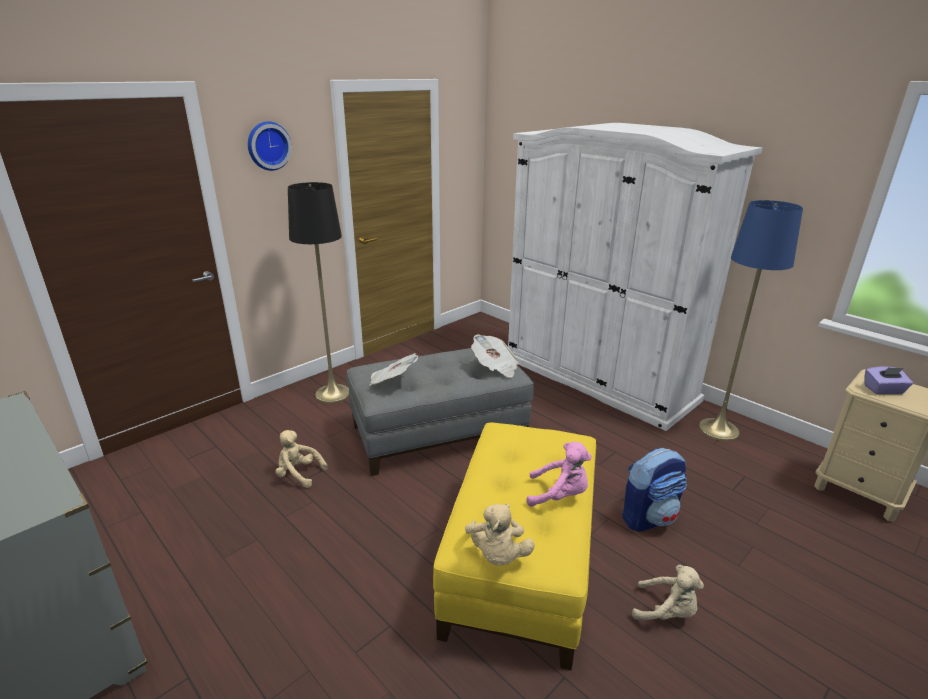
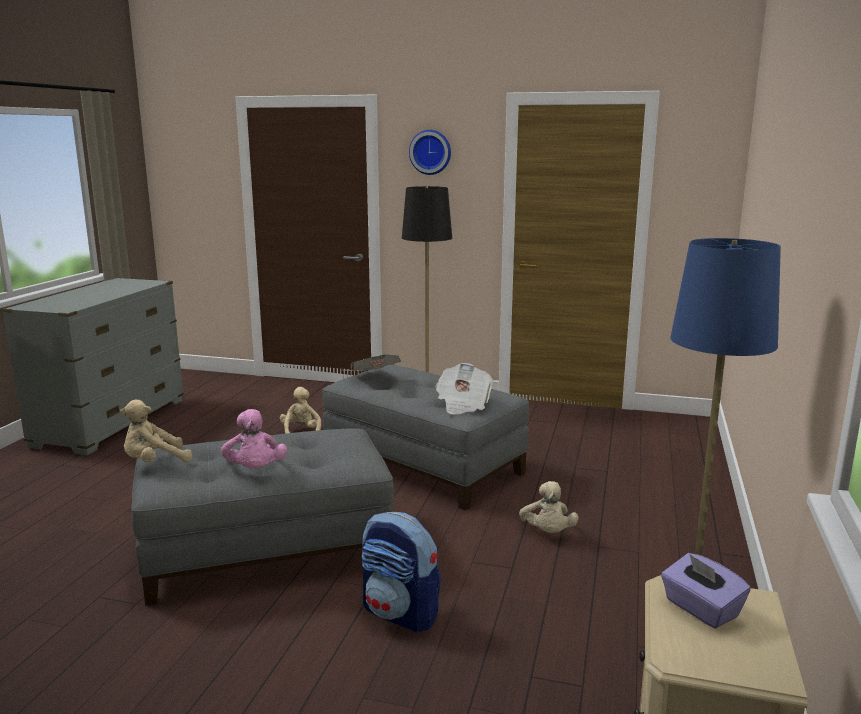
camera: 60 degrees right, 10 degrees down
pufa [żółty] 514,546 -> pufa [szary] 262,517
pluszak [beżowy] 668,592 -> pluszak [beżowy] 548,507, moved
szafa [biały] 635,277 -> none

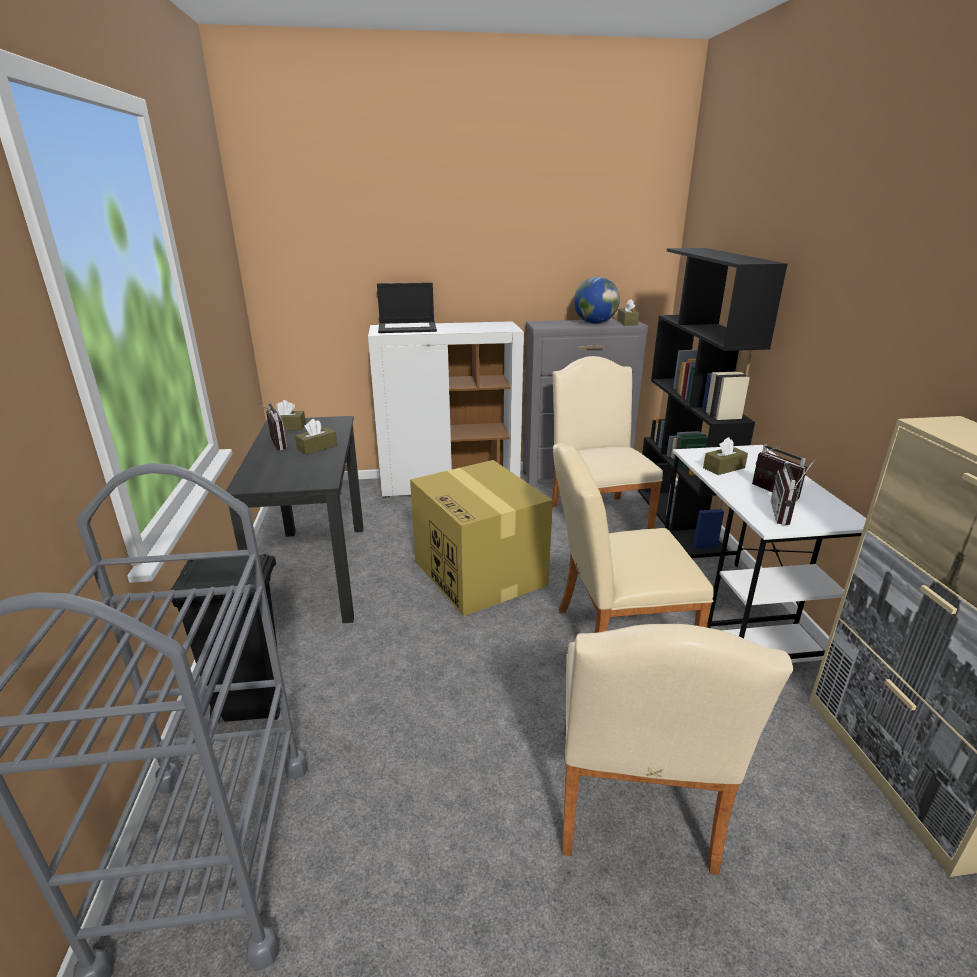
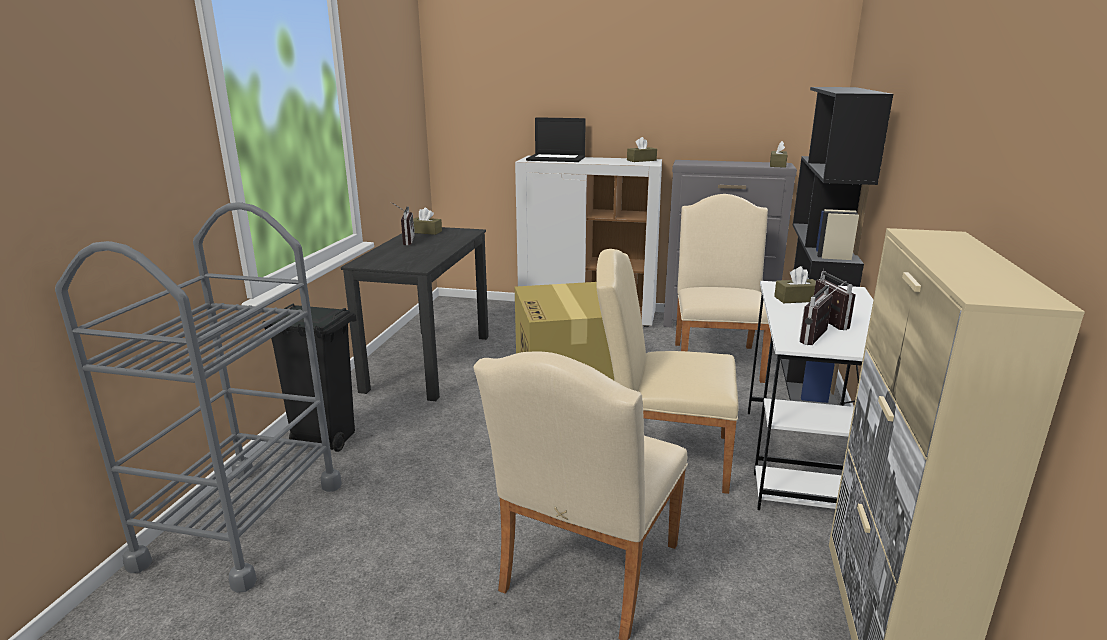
camera: 20 degrees right, 5 degrees down
pudełko chusteczek [brązowy] 316,437 -> pudełko chusteczek [brązowy] 642,149, moved
globus 597,300 -> none

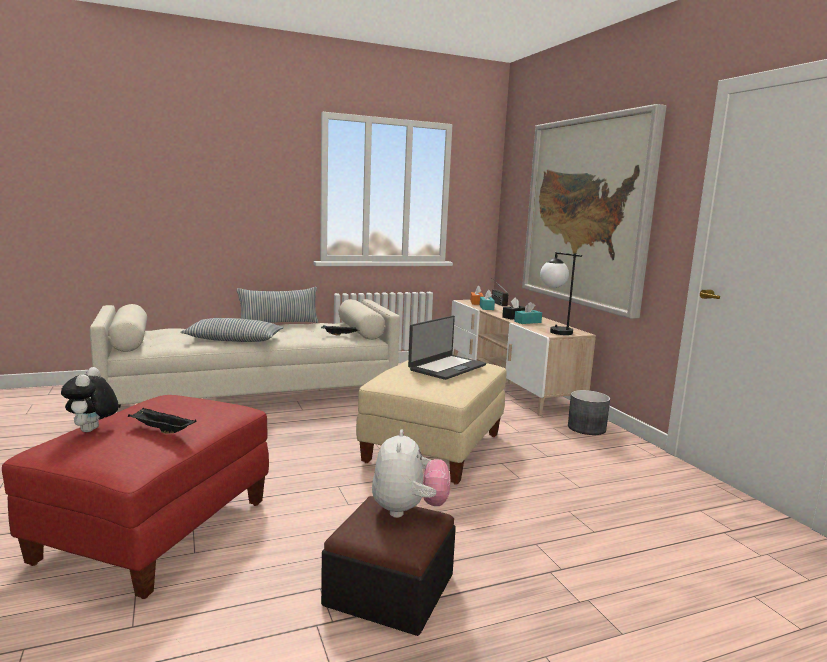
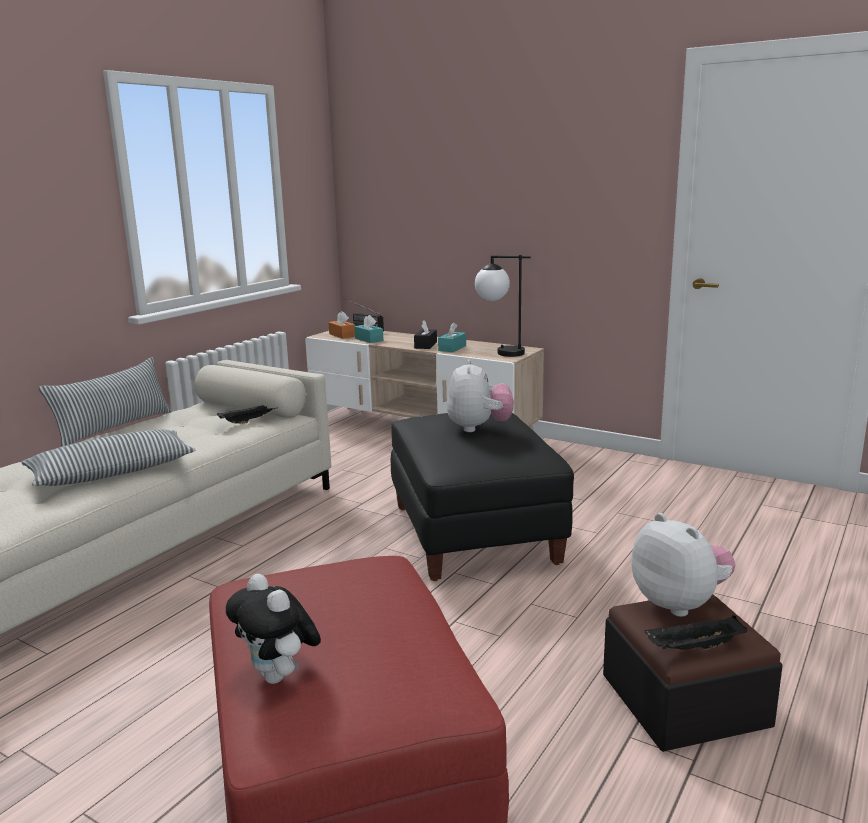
camera: 35 degrees left, 5 degrees up
pufa [beżowy] 431,422 -> pufa [czarny] 482,497
laptop 447,347 -> pluszak 480,395
taca [czarny] 162,420 -> taca [czarny] 696,633, moved
obraz 594,211 -> none
donica [szary] 589,412 -> none

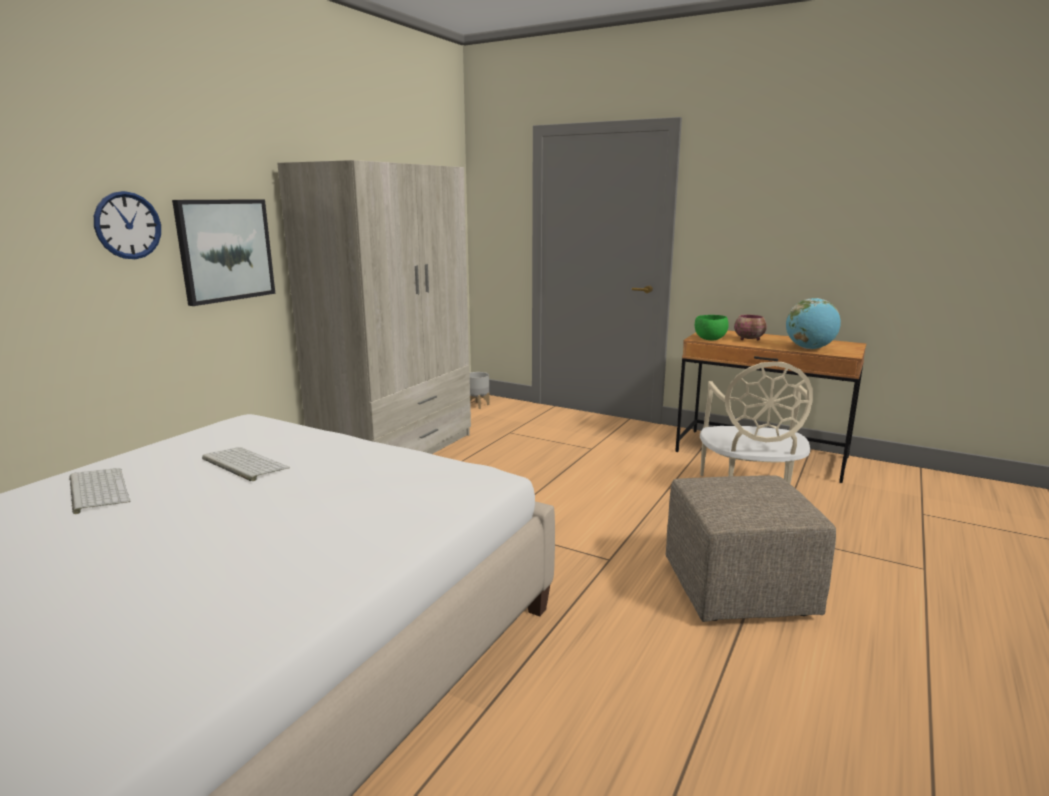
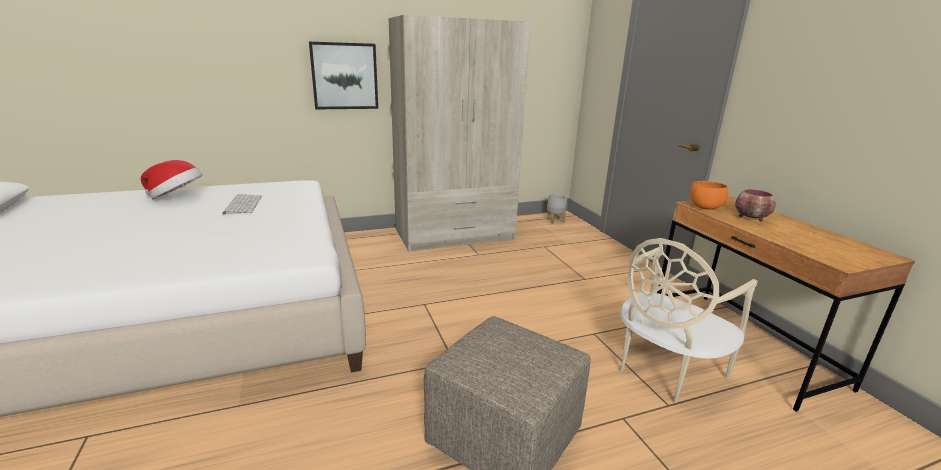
camera: 40 degrees right, 5 degrees up
klawiatura 99,491 -> kapelusz 172,179
miska [zielony] 712,328 -> miska [pomarańczowy] 709,195
zegar ścienny 127,225 -> none
globus 813,323 -> none

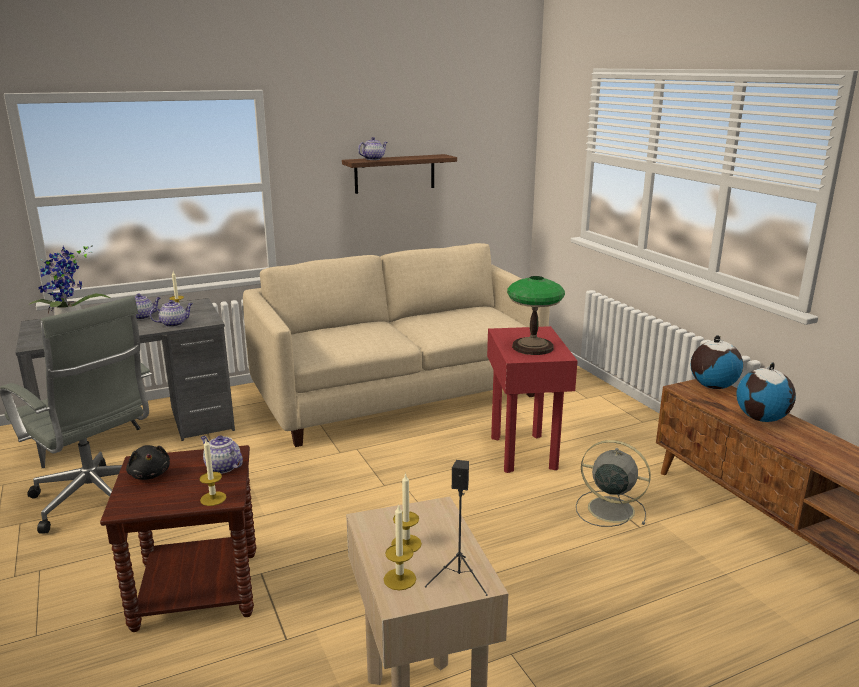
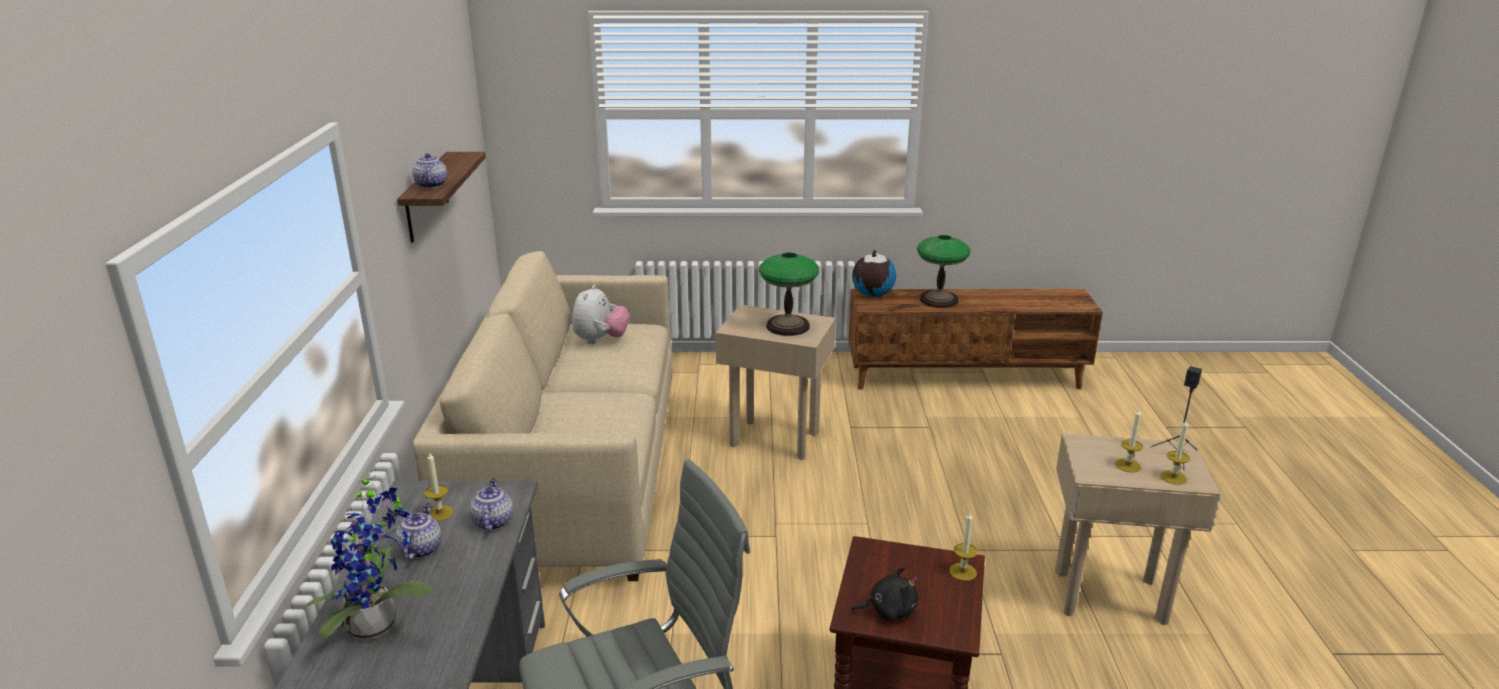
camera: 65 degrees left, 5 degrees up
none -> pluszak 600,314
stolik [czerwony] 532,399 -> stolik [beżowy] 776,382
globus 766,392 -> lampa stołowa 943,271
imbryk 221,455 -> none
wentylator [szary] 613,483 -> none

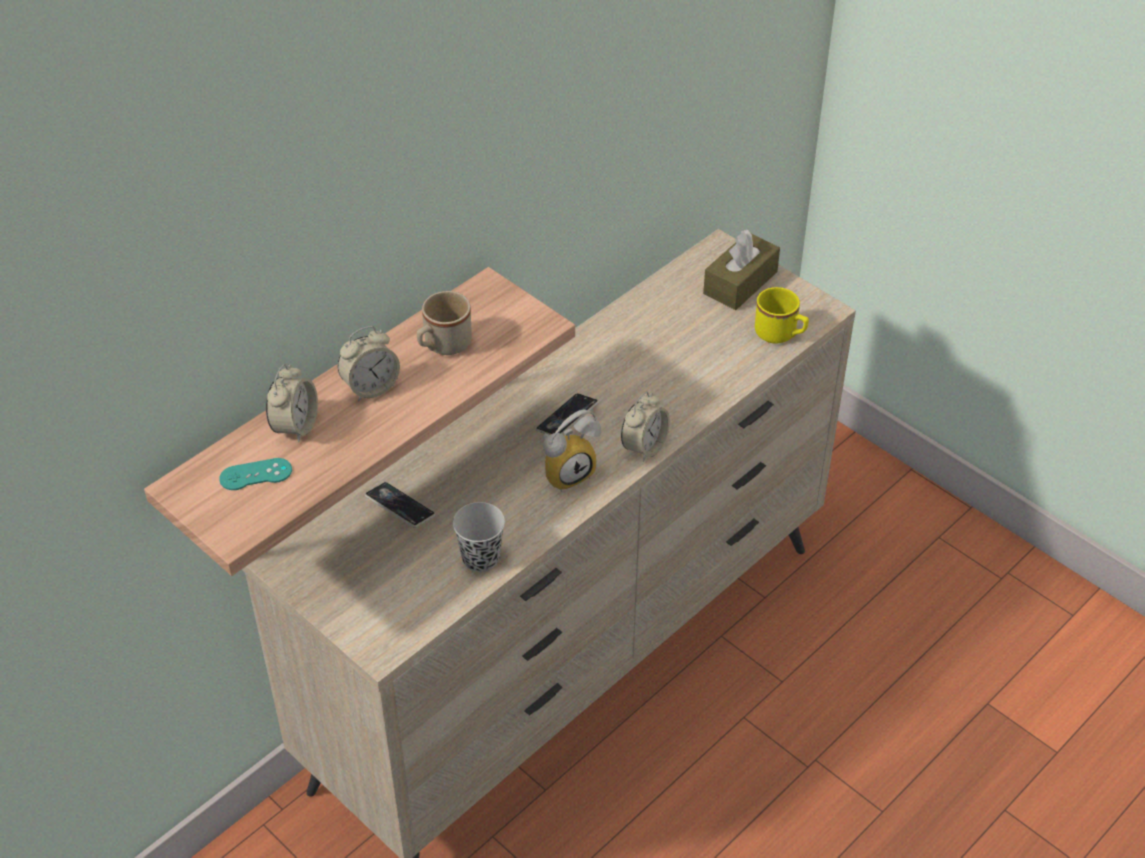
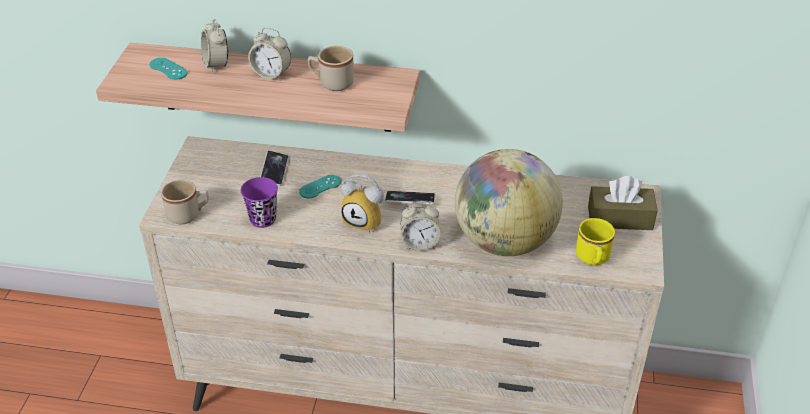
camera: 55 degrees right, 5 degrees down
none -> kubek [beżowy] 185,201
budzik 292,403 -> budzik 214,45, 90 degrees clockwise
filiżanka [czarny] 479,537 -> filiżanka [fioletowy] 259,202
none -> pad do gier [turkusowy] 320,186
none -> globus 509,202

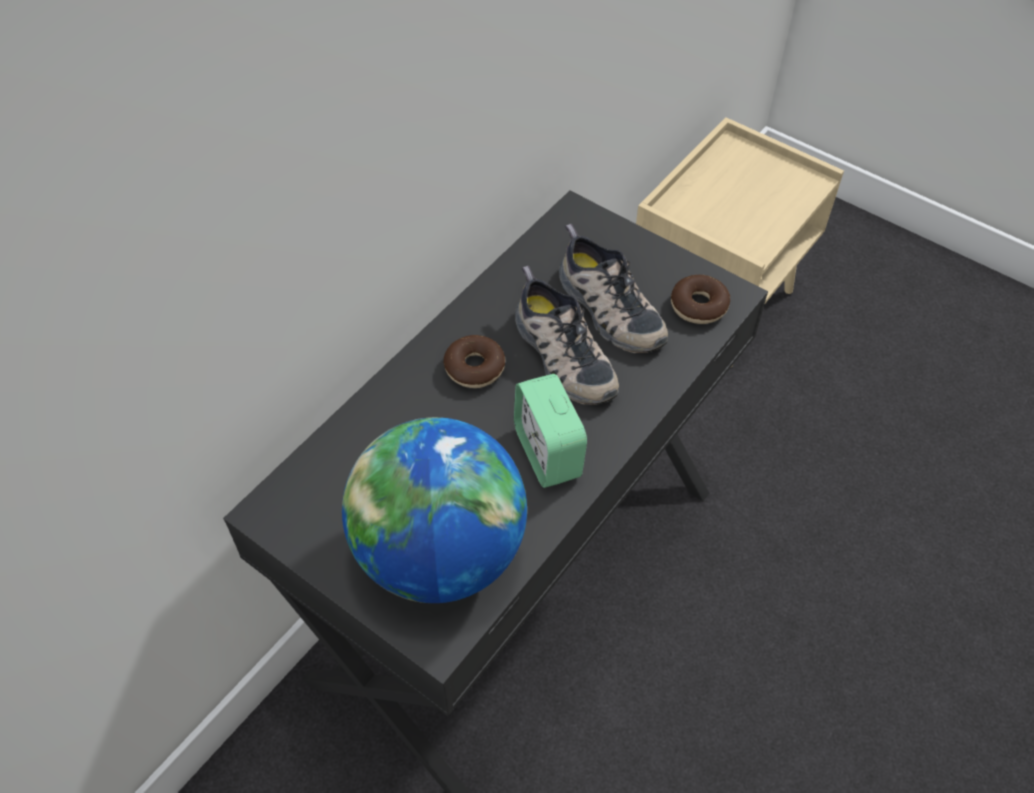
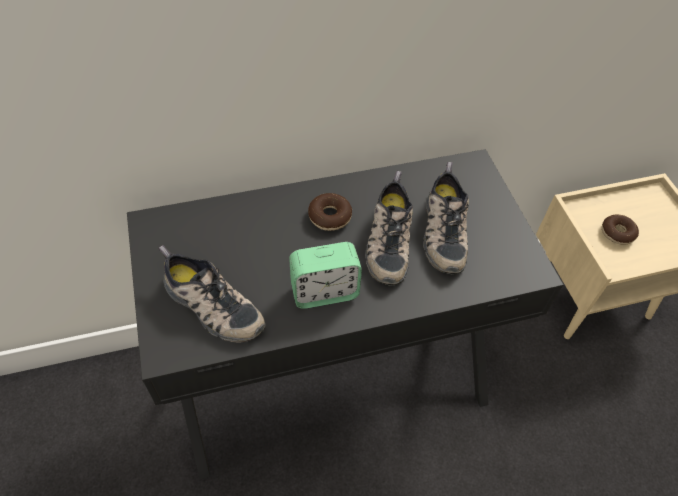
camera: 35 degrees right, 0 degrees up
globus 434,510 -> but 211,294
budzik 550,431 -> budzik 325,275, 120 degrees counterclockwise
donut 700,299 -> donut 620,229, moved

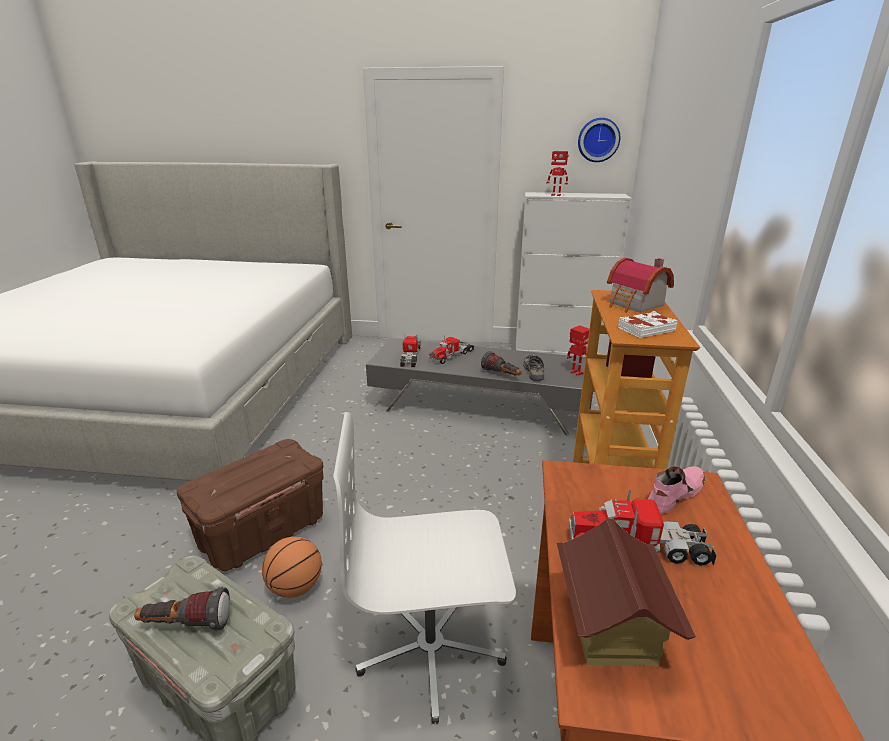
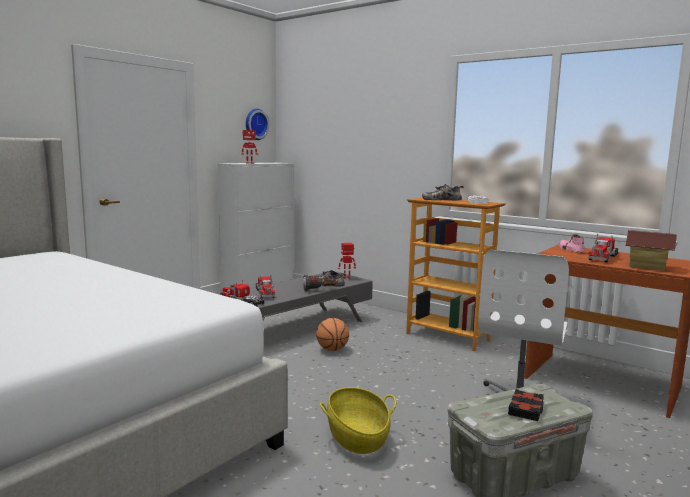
camera: 60 degrees left, 15 degrees down
piłka do koszykówki 292,567 -> piłka do koszykówki 332,334, moved
pojemnik do przechowywania [brązowy] 250,505 -> koszyk 358,420
domek 640,285 -> but 443,192
latarka 182,609 -> książka [czarny] 526,405

